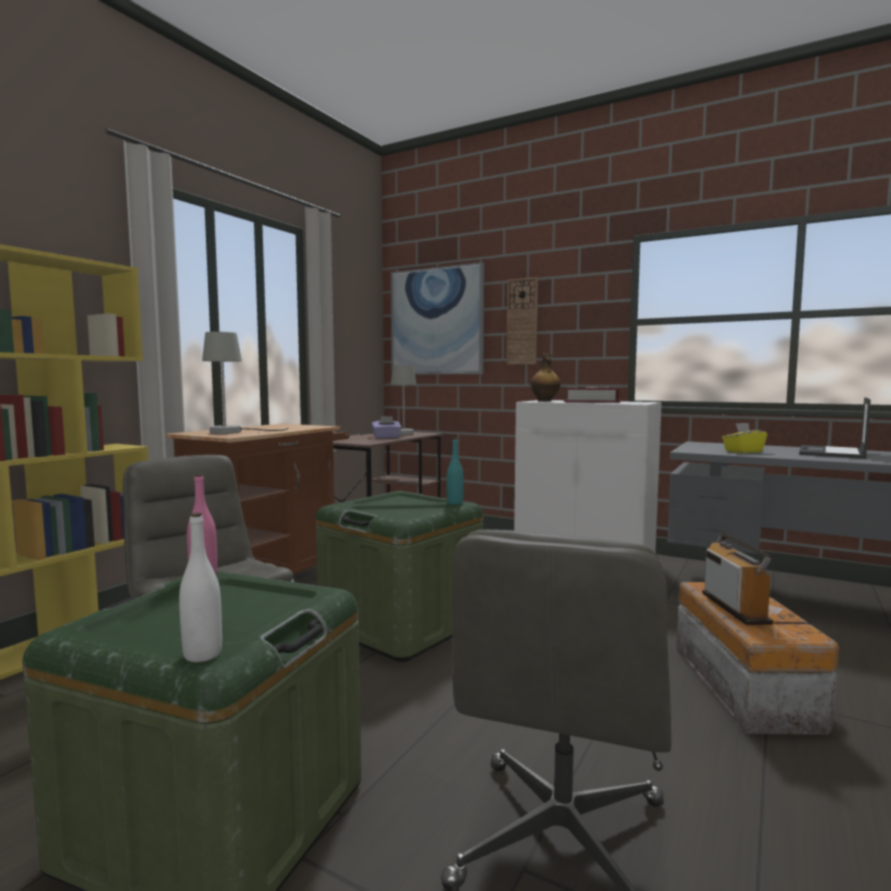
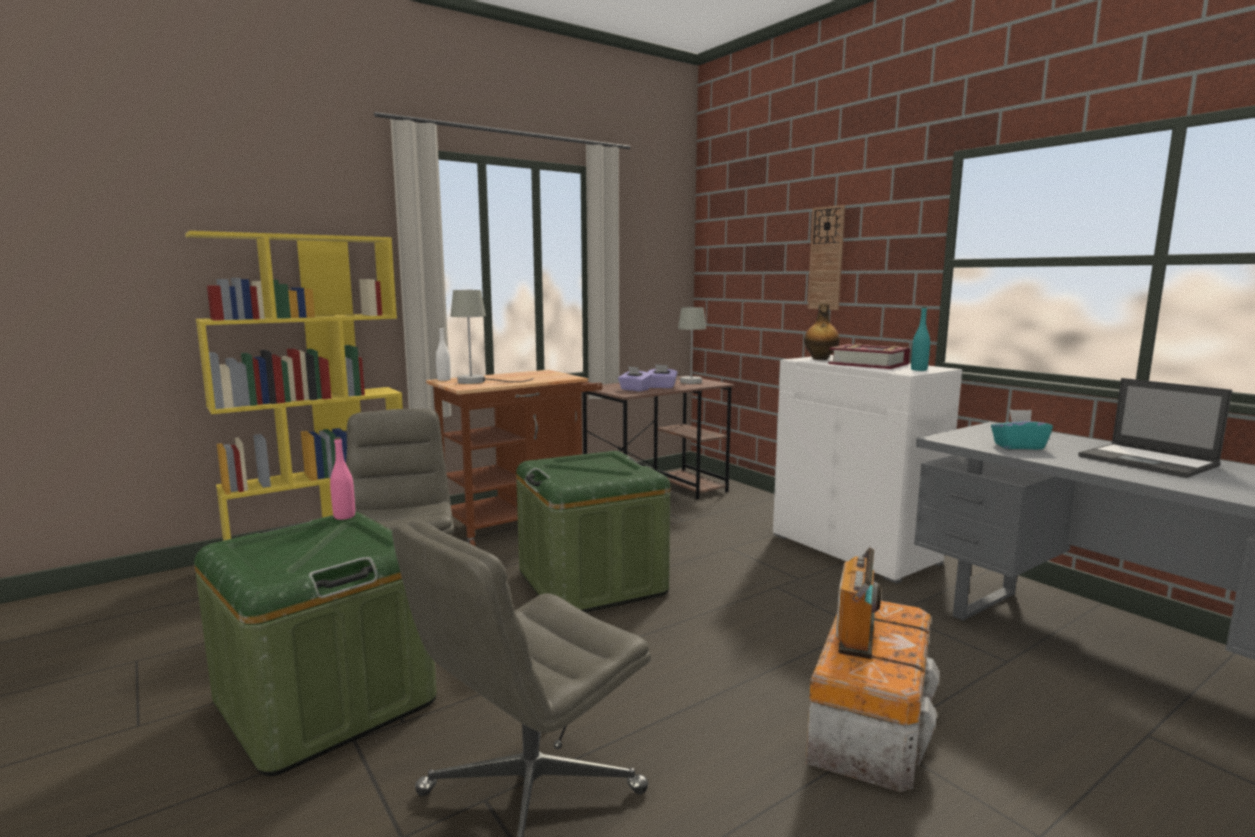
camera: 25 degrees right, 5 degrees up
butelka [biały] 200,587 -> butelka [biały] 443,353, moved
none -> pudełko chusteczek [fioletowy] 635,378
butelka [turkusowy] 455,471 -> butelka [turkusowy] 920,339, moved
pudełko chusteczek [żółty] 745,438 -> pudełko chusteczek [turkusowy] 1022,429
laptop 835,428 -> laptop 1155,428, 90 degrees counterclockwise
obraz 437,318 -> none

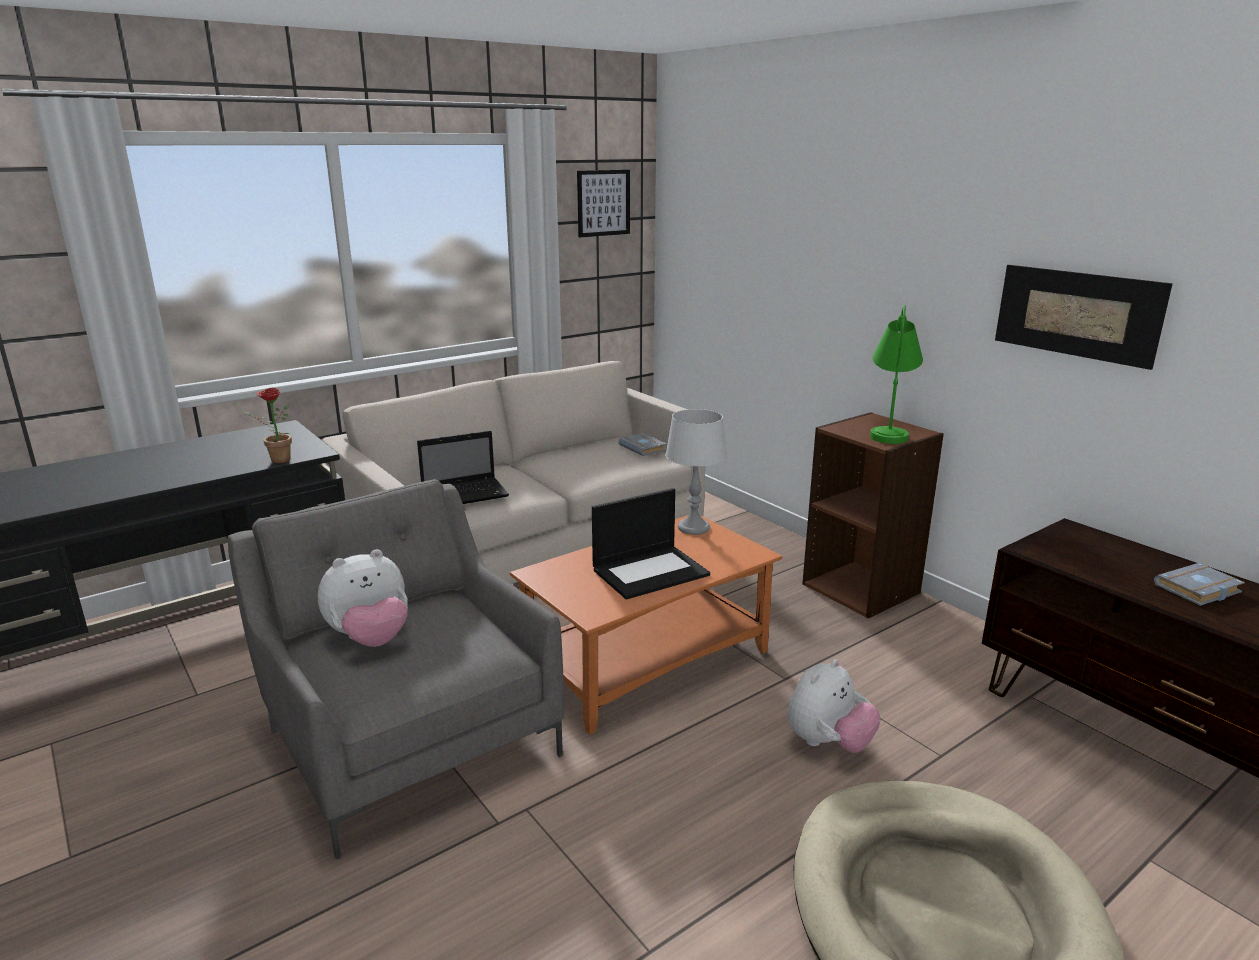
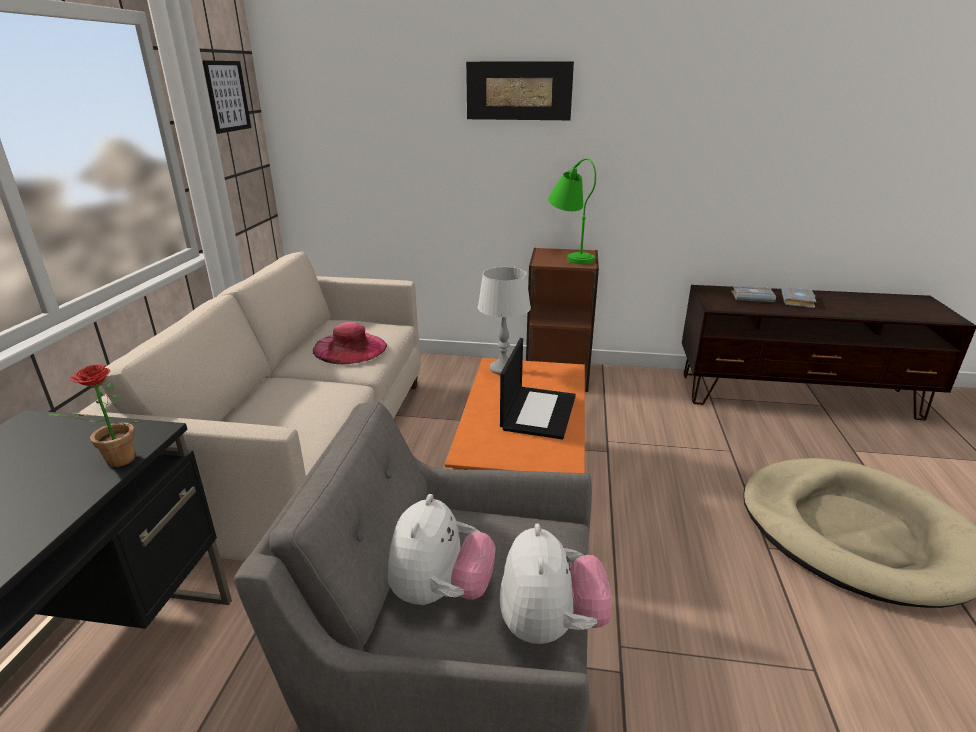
camera: 45 degrees left, 5 degrees up
none -> kapelusz [różowy] 350,343
obraz 1084,317 -> obraz 520,90, moved
pluszak 834,706 -> pluszak 556,583, moved
książka [szary] 642,444 -> książka [szary] 753,293, moved
laptop 463,467 -> none

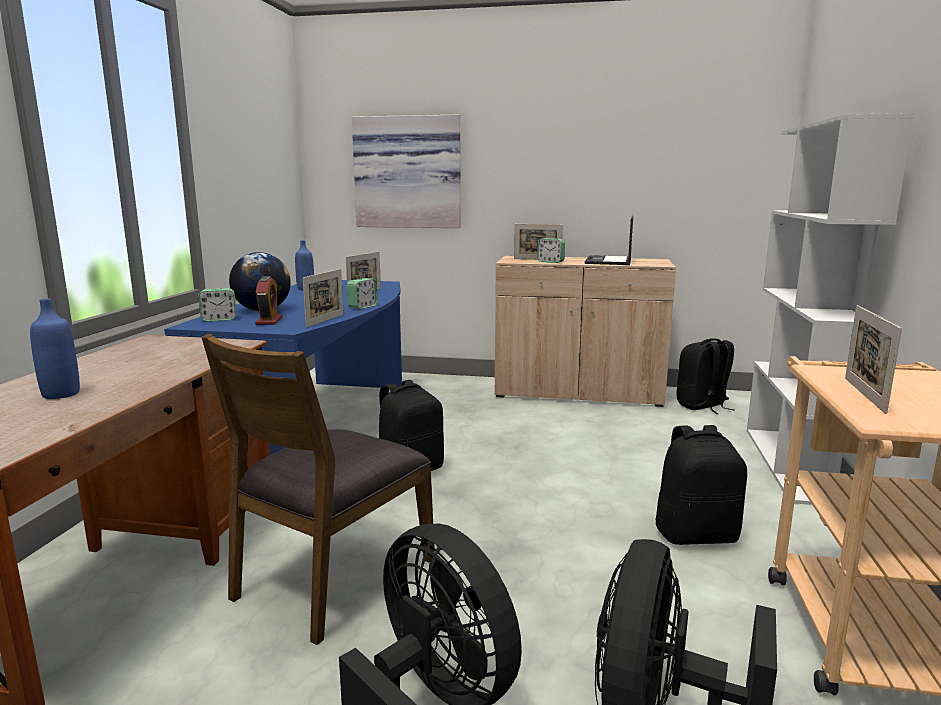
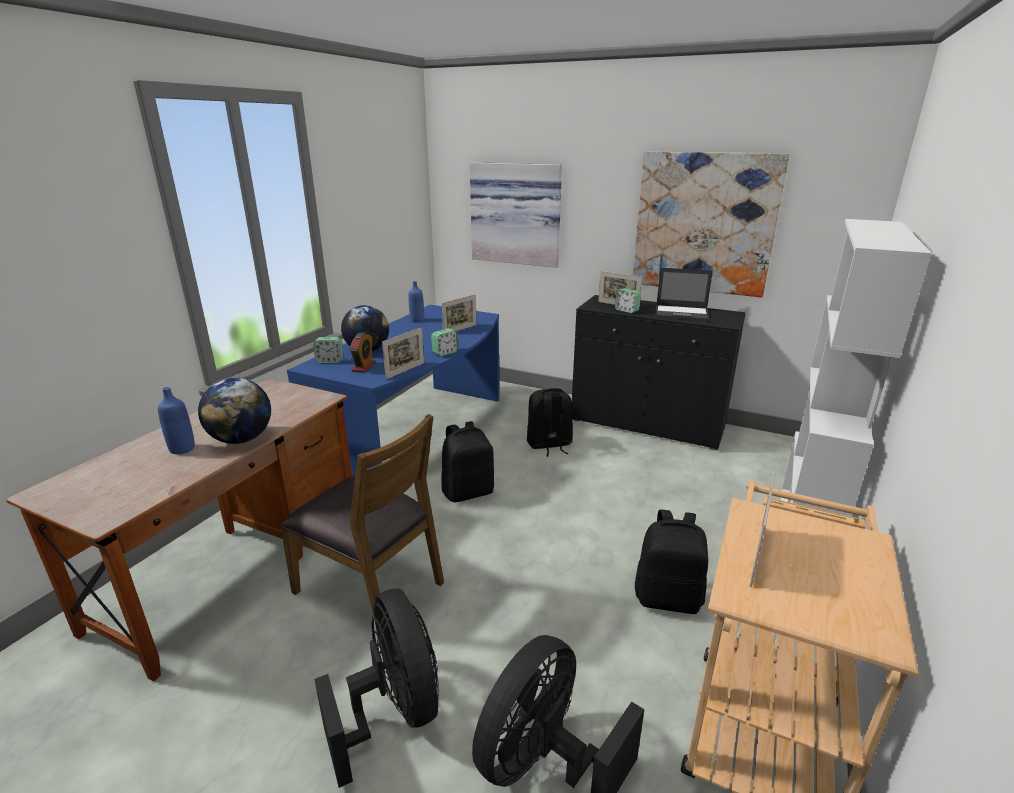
camera: 15 degrees right, 10 degrees up
none -> globus 234,411
krzesło [brązowy] 318,489 -> krzesło [brązowy] 362,515, 105 degrees counterclockwise
plecak [czarny] 705,376 -> plecak [czarny] 550,422, moved
szafka [beżowy] 585,331 -> szafka [czarny] 659,372
none -> obraz 711,224
laptop 609,240 -> laptop 684,294, 105 degrees counterclockwise

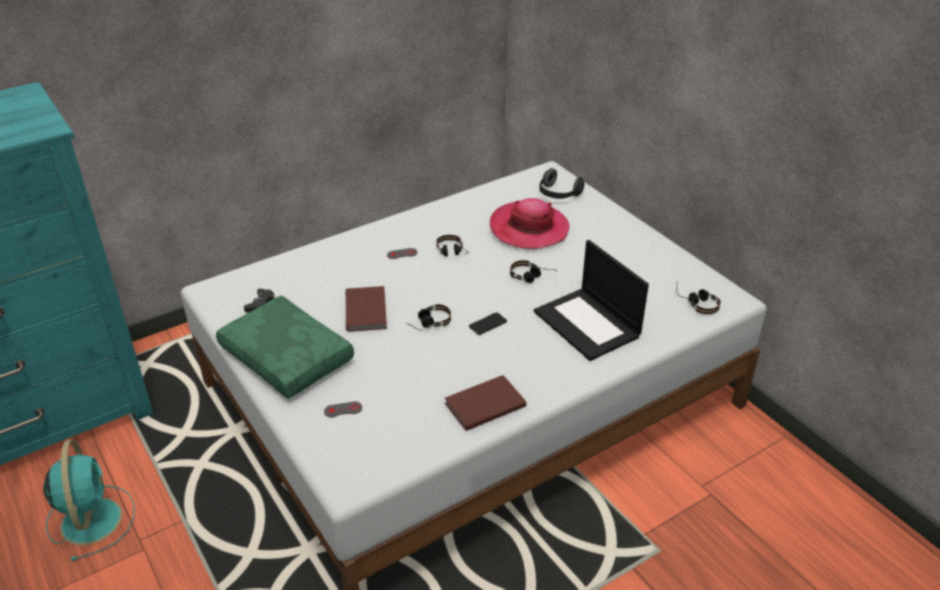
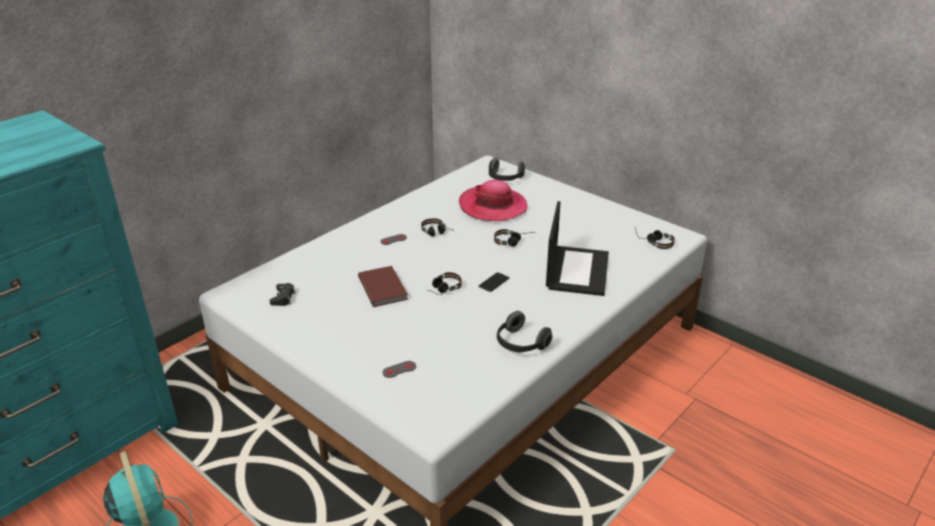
camera: 15 degrees left, 5 degrees down
książka [brązowy] 485,403 -> słuchawki 524,332
laptop 591,300 -> laptop 577,248, 120 degrees counterclockwise
poduszka [zielony] 285,347 -> none

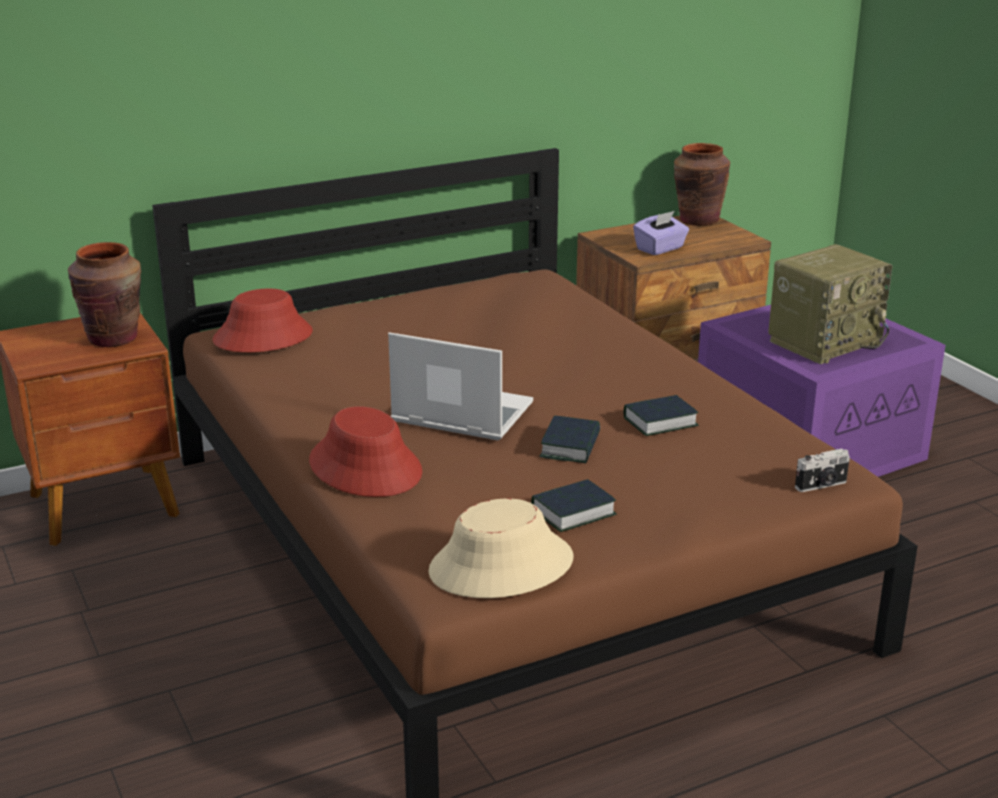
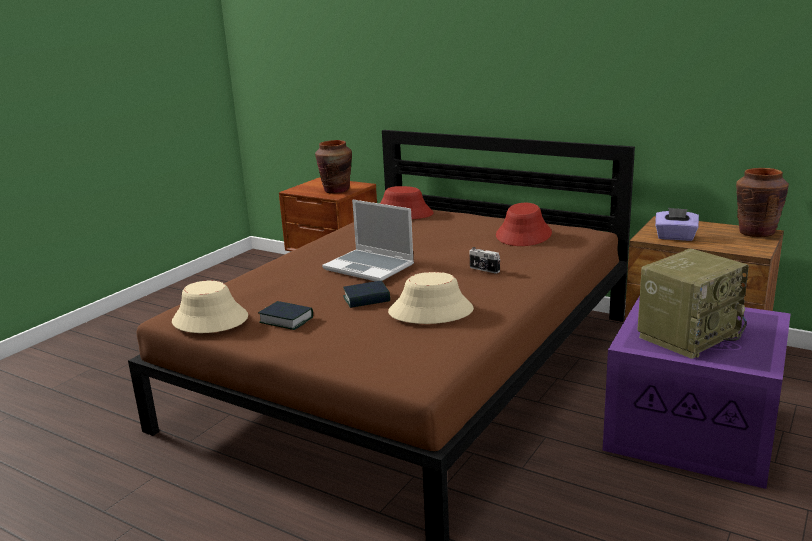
camera: 60 degrees right, 5 degrees down
laptop 460,386 -> laptop 368,240, 135 degrees clockwise
książka 661,415 -> kapelusz [beżowy] 431,298
aparat fotograficzny 822,470 -> aparat fotograficzny 484,260, moved
kapelusz [czerwony] 365,451 -> kapelusz [czerwony] 524,224, moved
radio 830,304 -> radio 693,304, 60 degrees counterclockwise

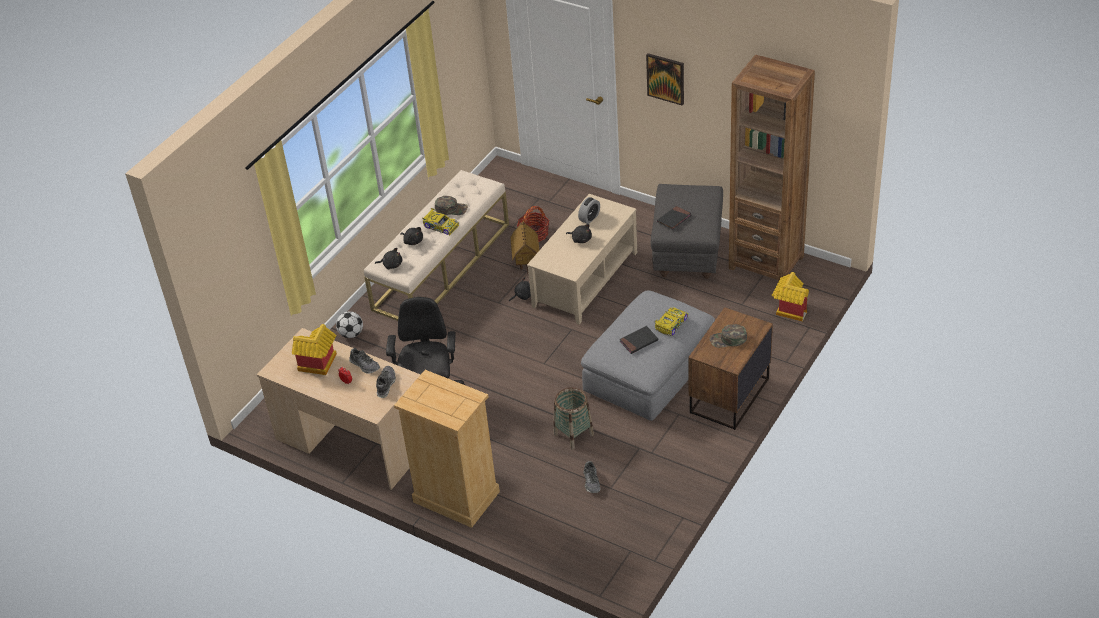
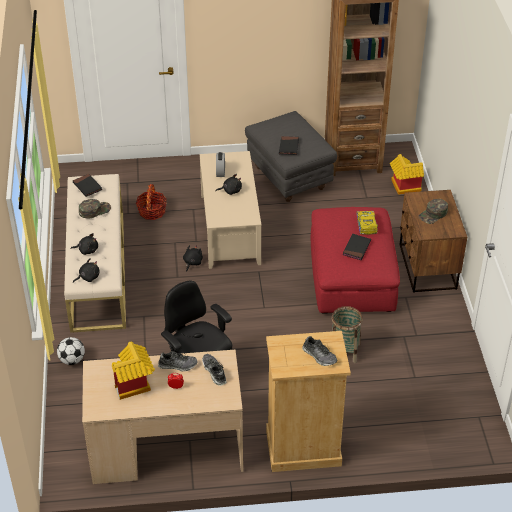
camera: 40 degrees left, 0 degrees up
none -> książka [czarny] 87,185
but 591,477 -> but 319,351, moved
pufa [szary] 648,355 -> pufa [czerwony] 355,260
samochodzik 440,221 -> none
domek 524,248 -> none
obraz 665,79 -> none

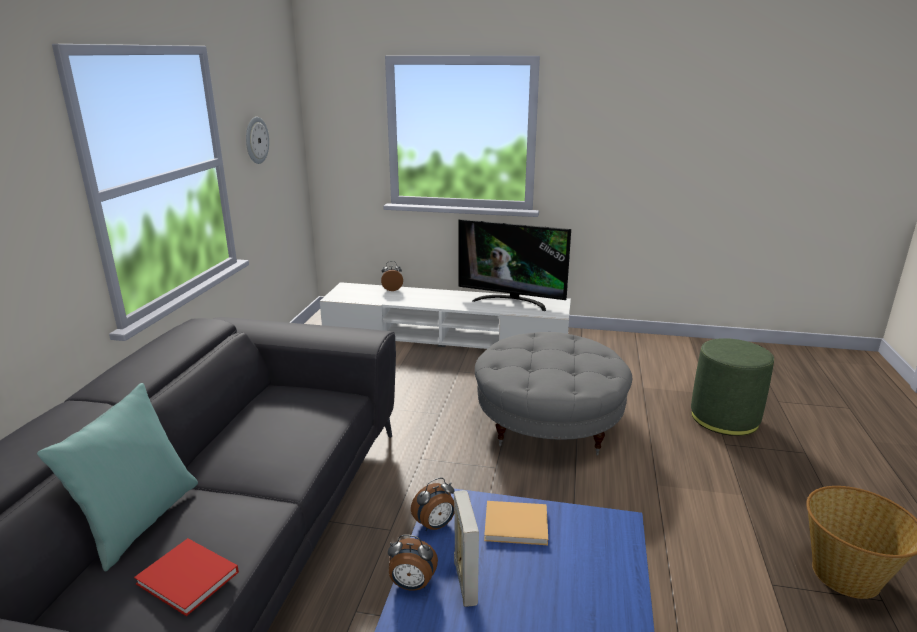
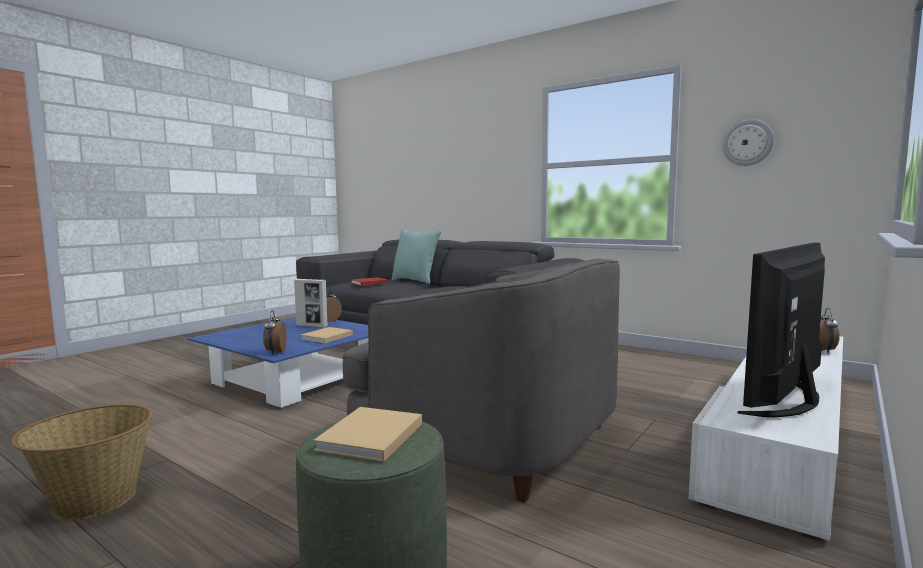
camera: 115 degrees right, 15 degrees down
budzik 433,504 -> budzik 275,332, moved
none -> książka [beżowy] 367,434
pufa [szary] 553,394 -> fotel [szary] 481,381

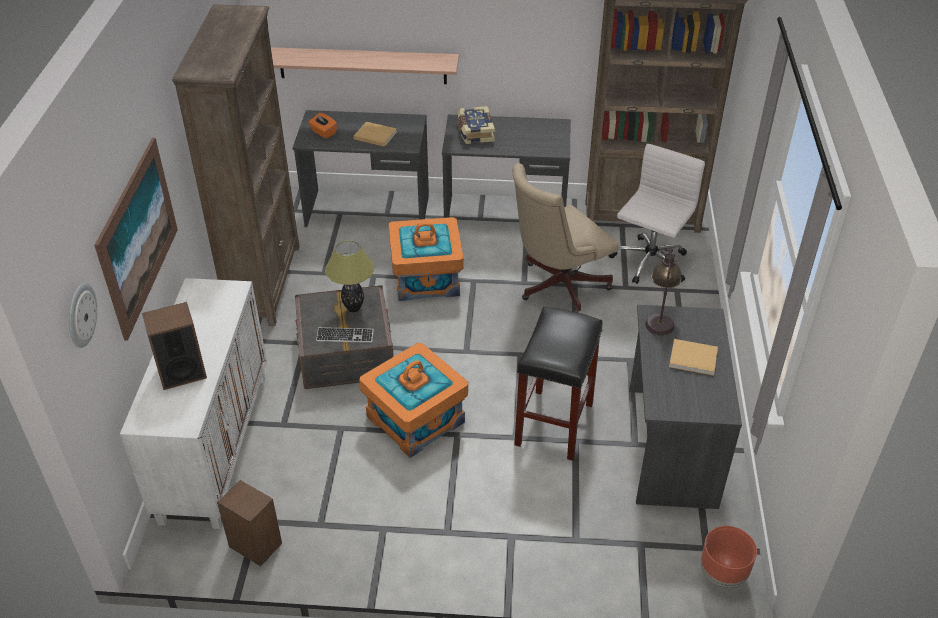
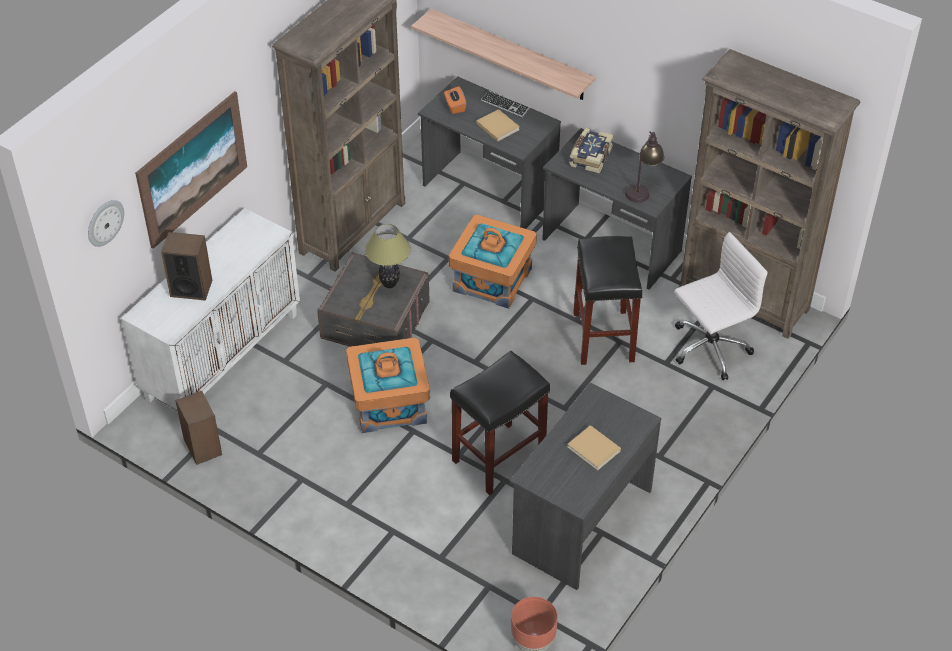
camera: 30 degrees right, 5 degrees up
klawiatura 345,335 -> klawiatura 505,103, moved
krzesło biurowe [beżowy] 565,238 -> stołek [czarny] 607,300
lampa stołowa 663,292 -> lampa stołowa 644,167, moved

